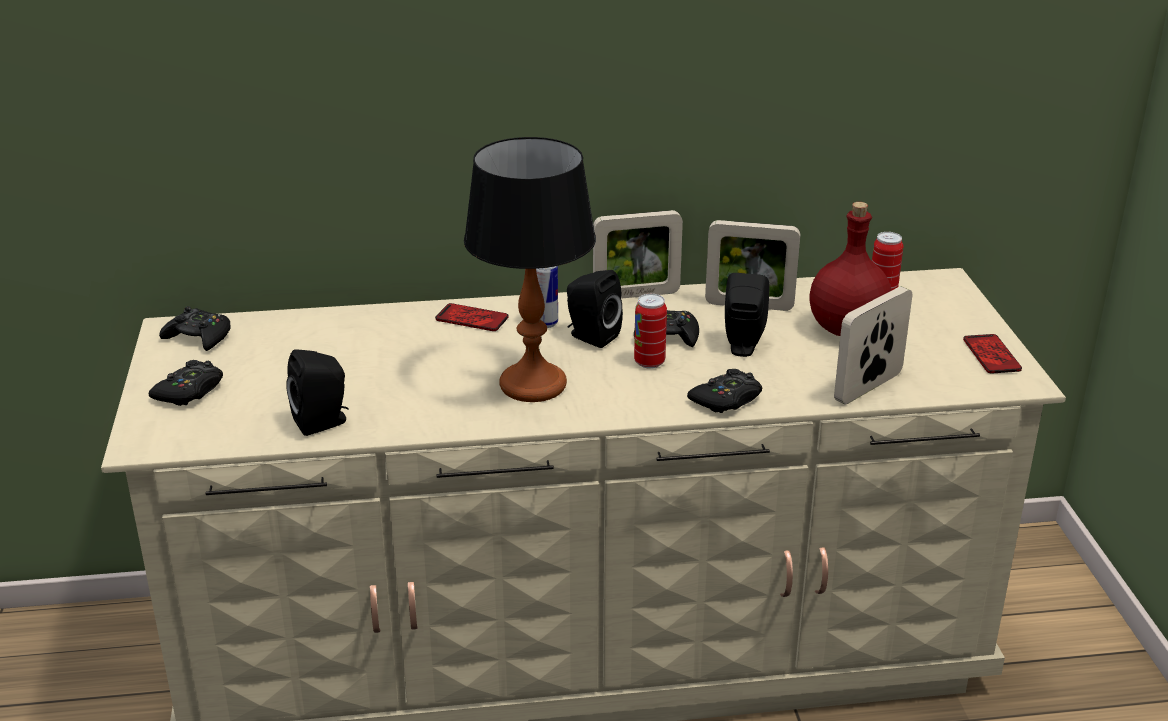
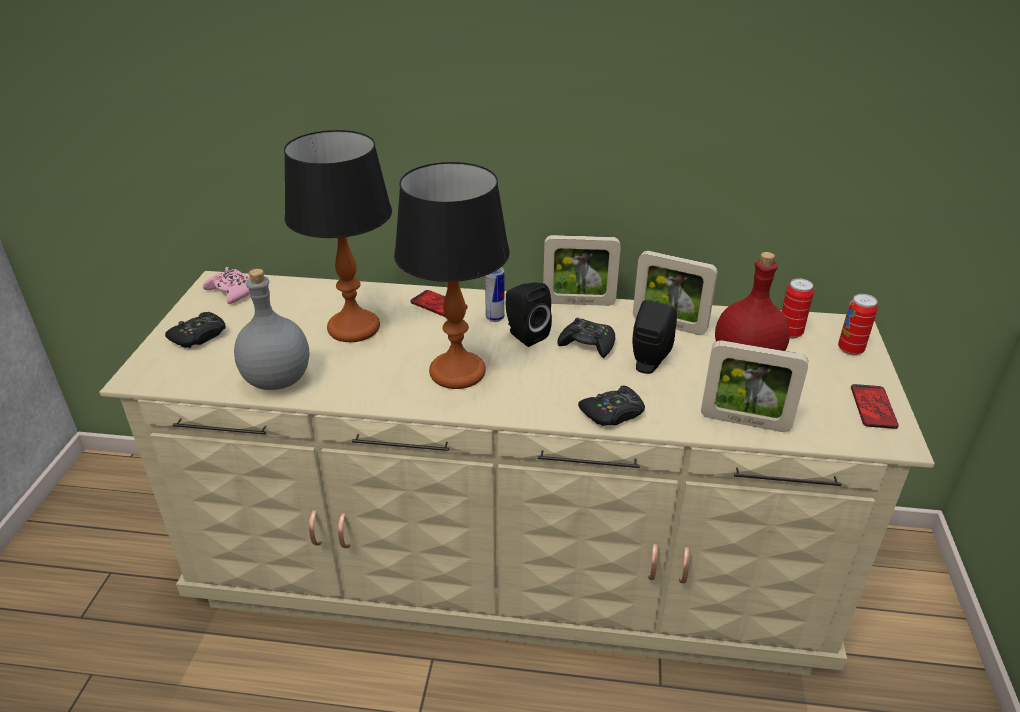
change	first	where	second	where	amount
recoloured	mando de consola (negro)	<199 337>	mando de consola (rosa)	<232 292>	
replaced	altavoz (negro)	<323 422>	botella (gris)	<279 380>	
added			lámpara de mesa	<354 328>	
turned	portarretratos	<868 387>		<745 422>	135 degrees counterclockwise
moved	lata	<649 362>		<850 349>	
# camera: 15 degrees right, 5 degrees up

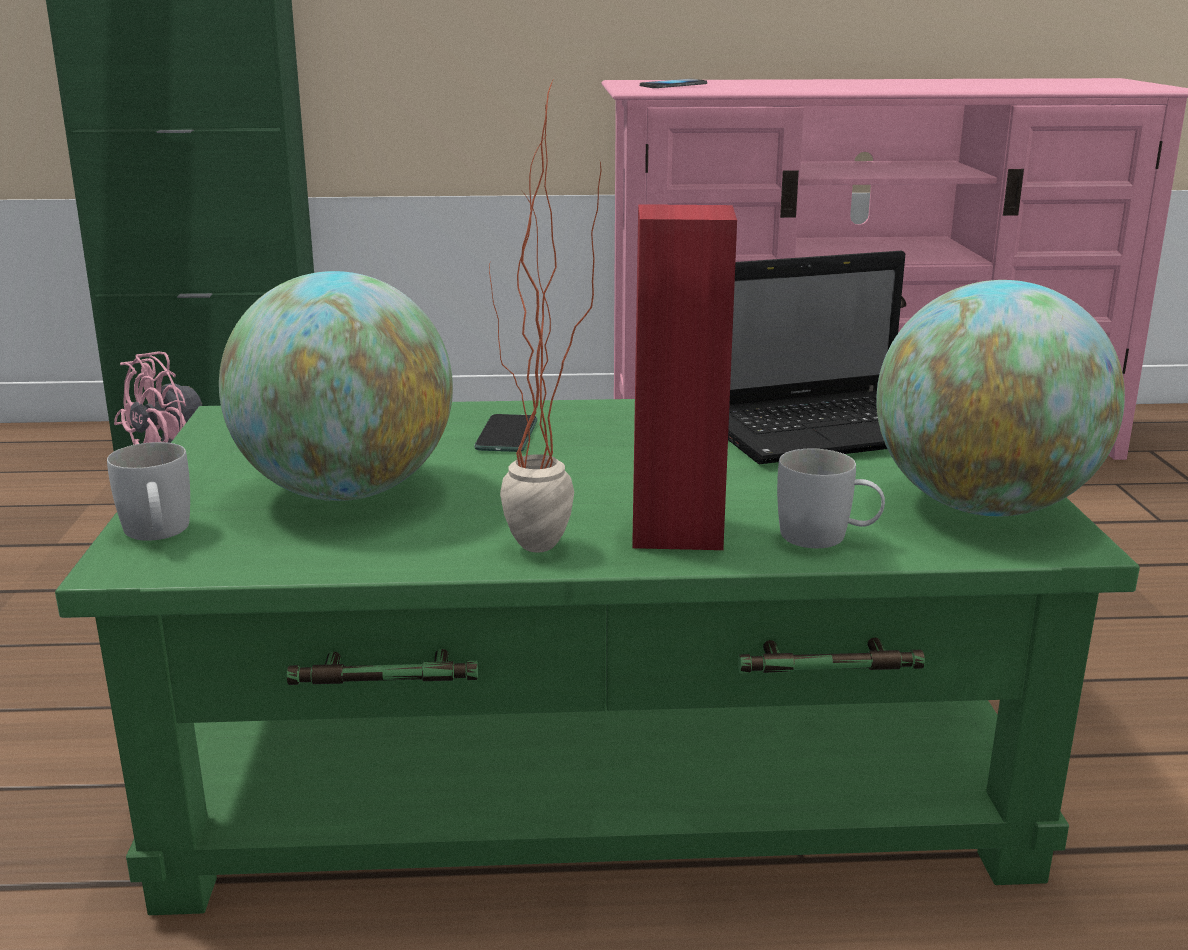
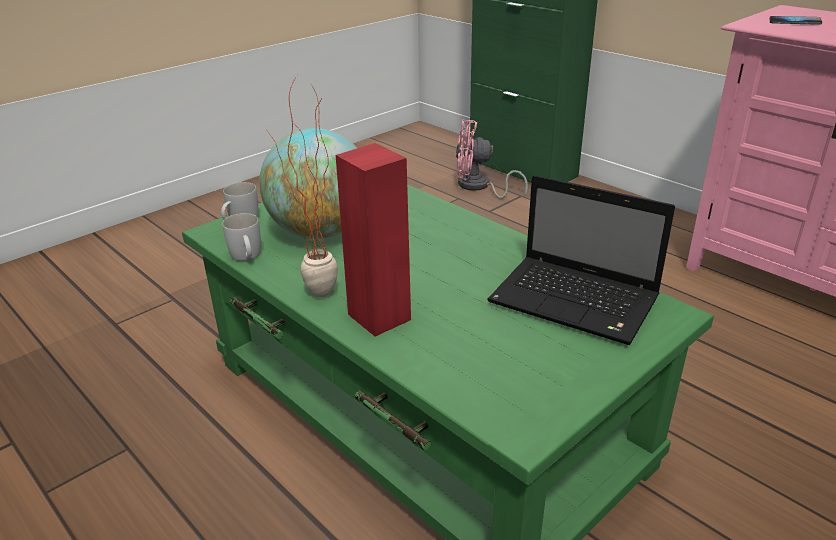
change	first	where	second	where	amount
moved	taza grande (blanco)	<827 538>		<247 257>	
removed	móvil	<506 435>			
removed	globo terráqueo	<984 507>			
# camera: 50 degrees right, 10 degrees up

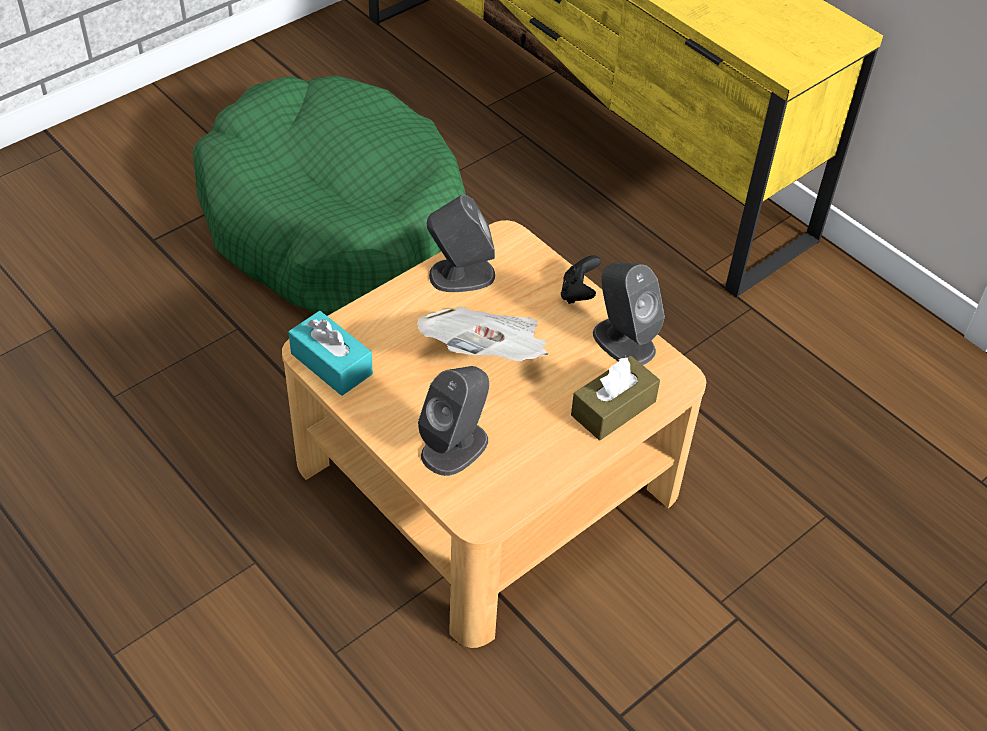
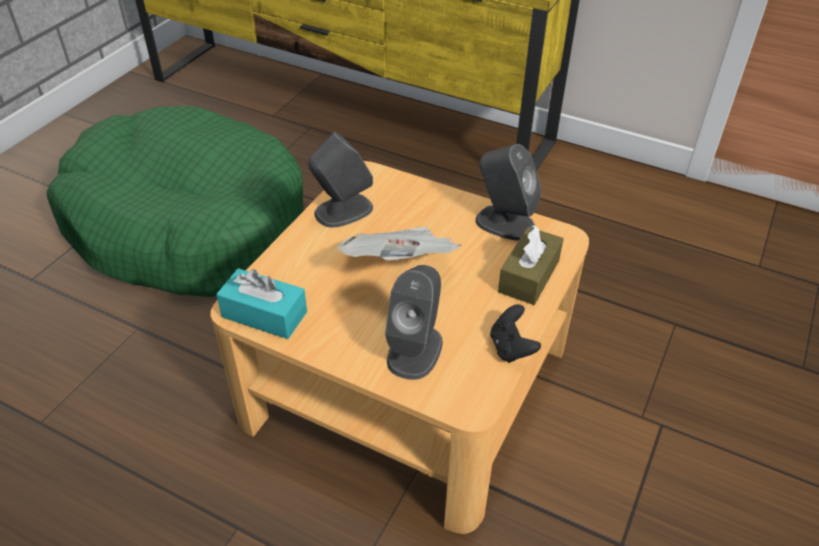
change	first	where	second	where	amount
moved	mando de consola (negro)	<578 293>		<511 347>	
# camera: 20 degrees left, 5 degrees down

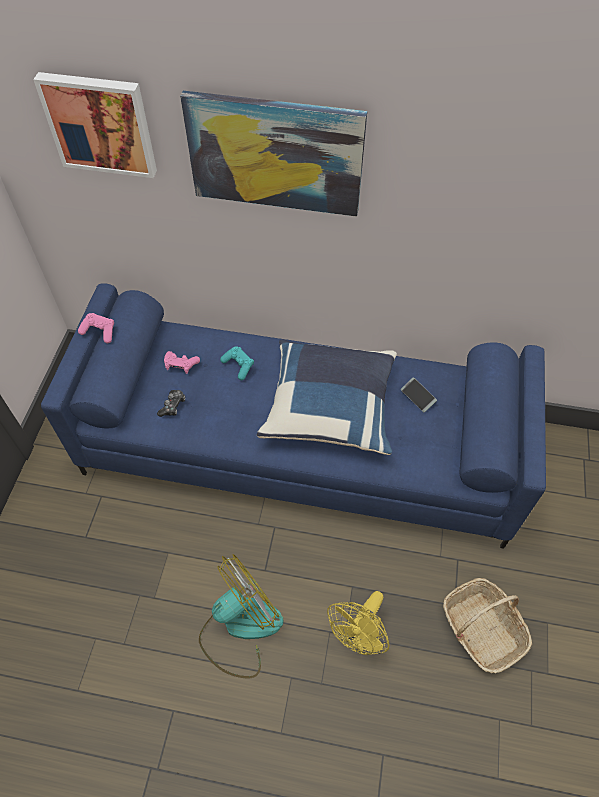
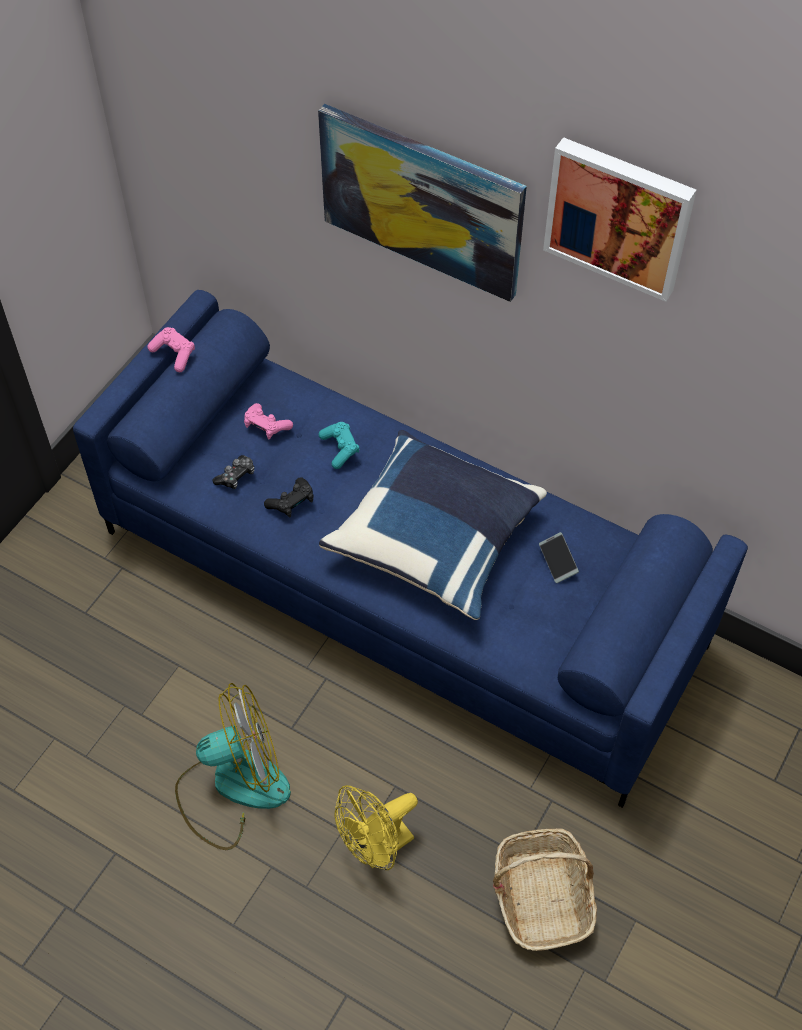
change	first	where	second	where	amount
added			mando de consola (negro)	<292 503>	
moved	cuadro	<100 123>		<619 216>	
# camera: 20 degrees right, 0 degrees up

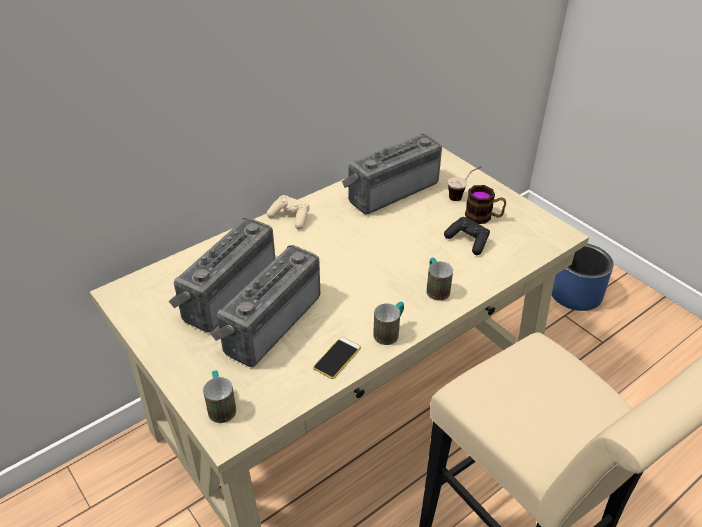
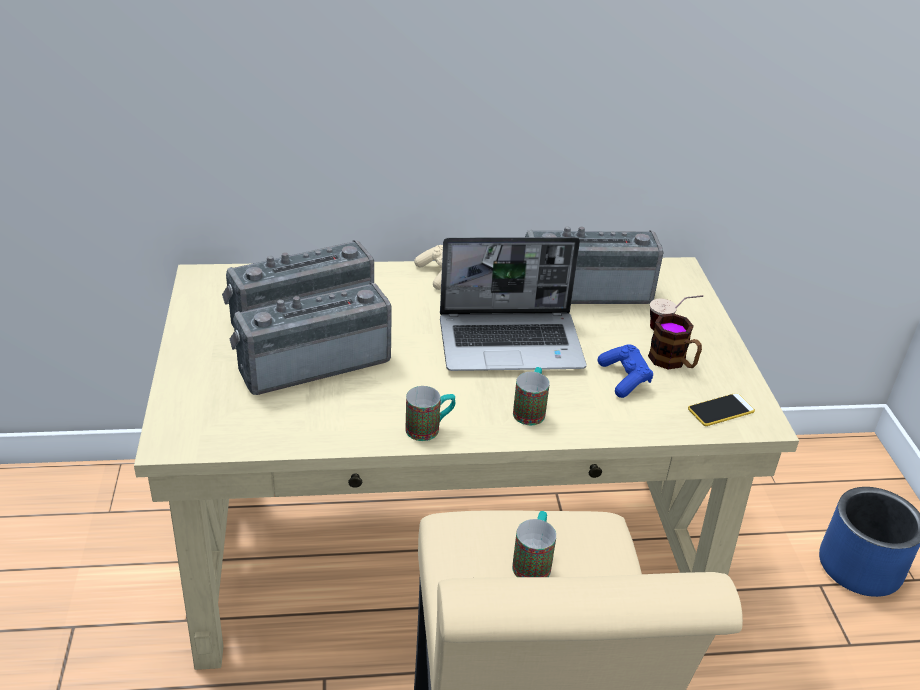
change	first	where	second	where	amount
added			portátil	<512 343>	
moved	taza grande	<221 406>		<533 561>	
recoloured	mando de consola (negro)	<468 241>	mando de consola (azul)	<624 379>	
moved	móvil	<337 358>		<720 410>	
# camera: 30 degrees right, 5 degrees down

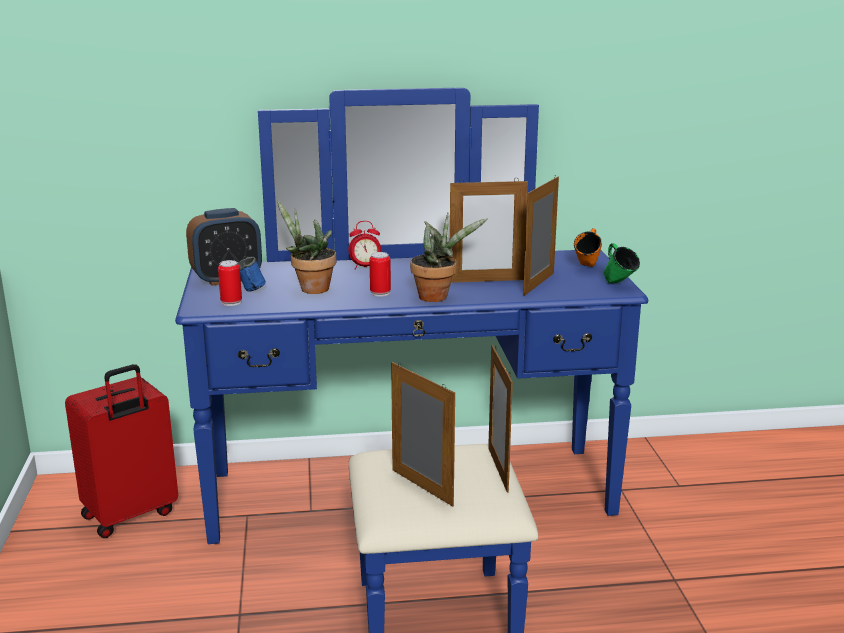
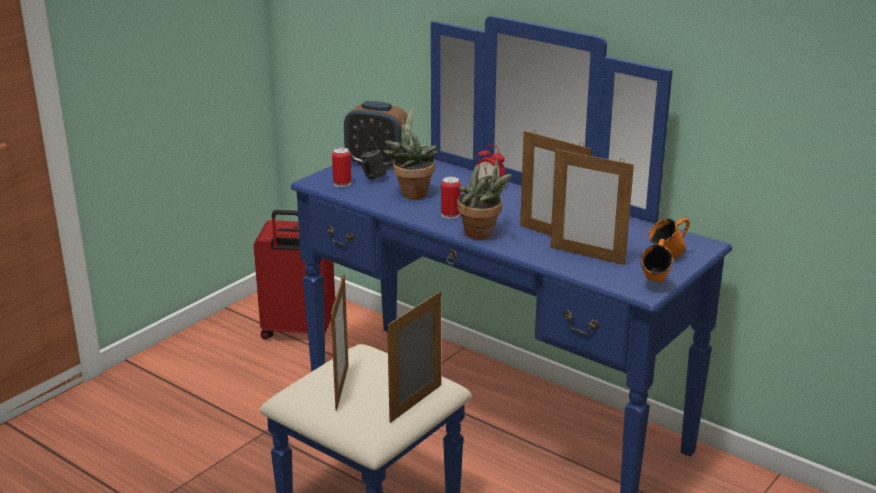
change	first	where	second	where	amount
recoloured	taza grande (azul)	<251 291>	taza grande (negro)	<372 179>	
turned	portarretratos	<539 284>		<587 255>	135 degrees counterclockwise
recoloured	taza grande (verde)	<618 284>	taza grande (naranja)	<655 284>	
# camera: 45 degrees right, 5 degrees up

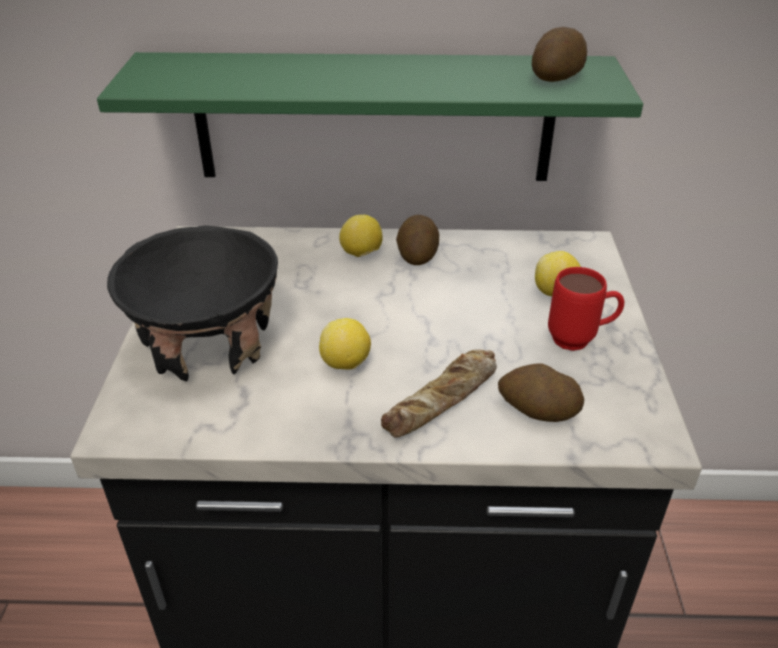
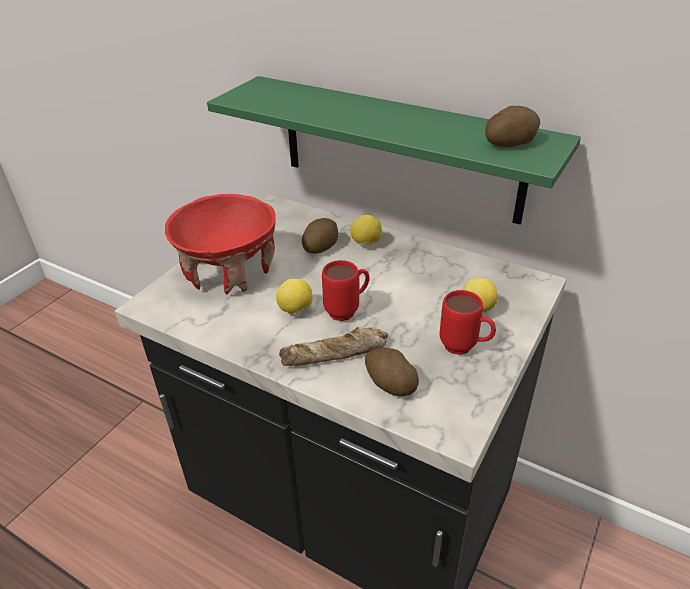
change	first	where	second	where	amount
recoloured	cuenco (negro)	<208 343>	cuenco (rojo)	<229 271>	
moved	patata	<417 255>		<320 247>	
added			taza grande (rojo)	<348 311>	
# camera: 30 degrees right, 0 degrees up

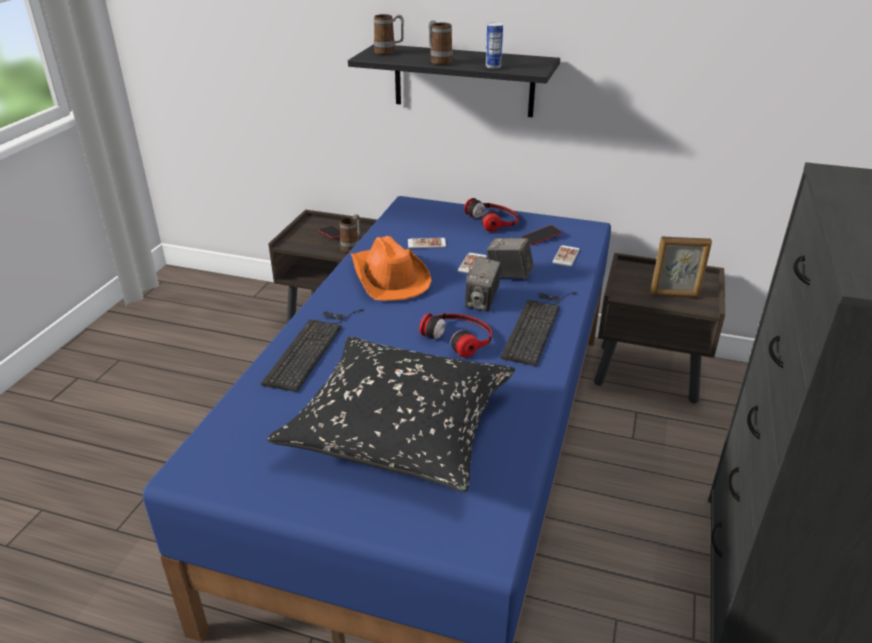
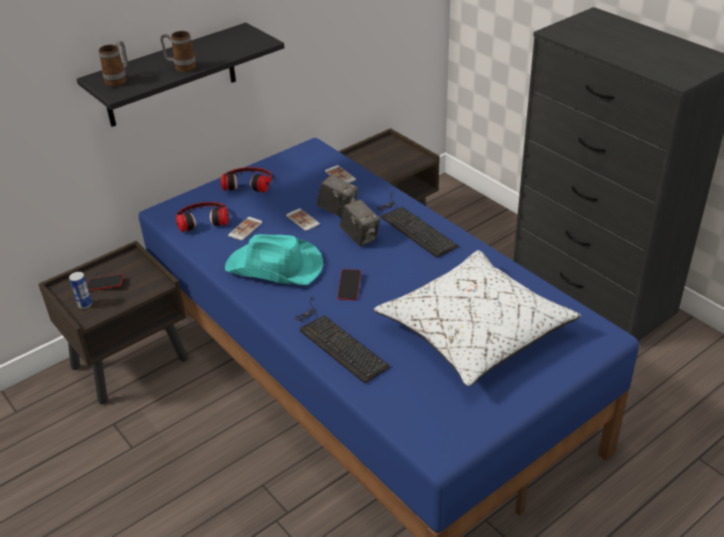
change	first	where	second	where	amount
moved	lata	<493 67>		<85 304>	
moved	auriculares	<460 337>		<202 219>	
recoloured	sombrero (naranja)	<388 277>	sombrero (turquesa)	<275 267>	
turned	cámara	<509 275>		<338 210>	120 degrees counterclockwise
moved	móvil	<541 238>		<349 287>	
recoloured	cojín (negro)	<400 428>	cojín (blanco)	<473 331>	
removed	taza grande	<352 247>			
removed	portarretratos	<674 295>			
# camera: 55 degrees left, 5 degrees up

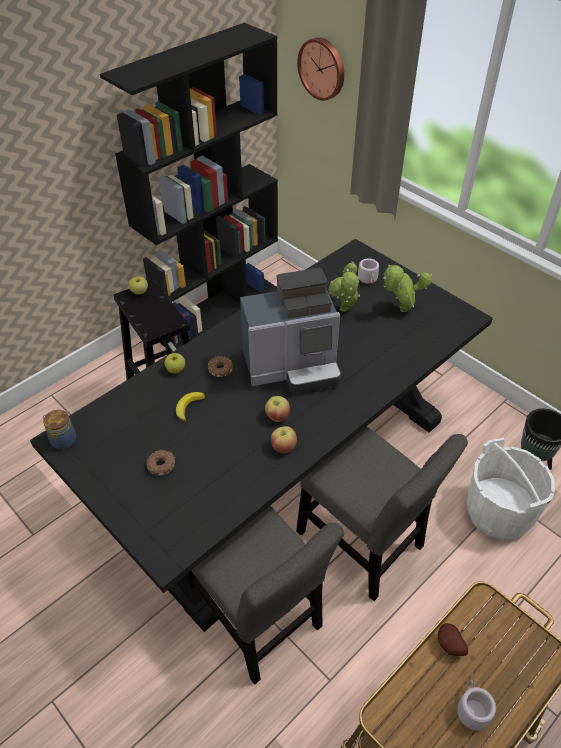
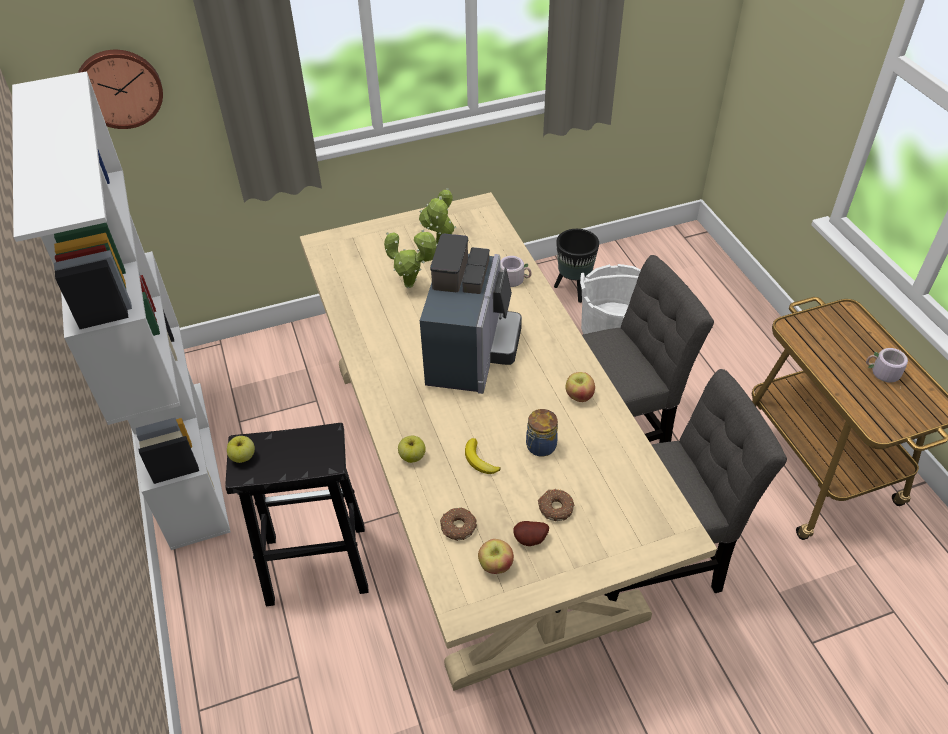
change	first	where	second	where	amount
recoloured	estantería (negro)	<216 310>	estantería (blanco)	<185 460>	
recoloured	mesa de comedor (negro)	<280 466>	mesa de comedor (beis)	<475 479>	
moved	rosquilla	<220 369>		<457 527>	
moved	manzana	<277 416>		<495 565>	
moved	taza grande (gris)	<369 279>		<514 279>	
moved	patata	<449 646>		<531 540>	
moved	tarro	<63 440>		<540 447>	
# camera: 65 degrees left, 0 degrees up

